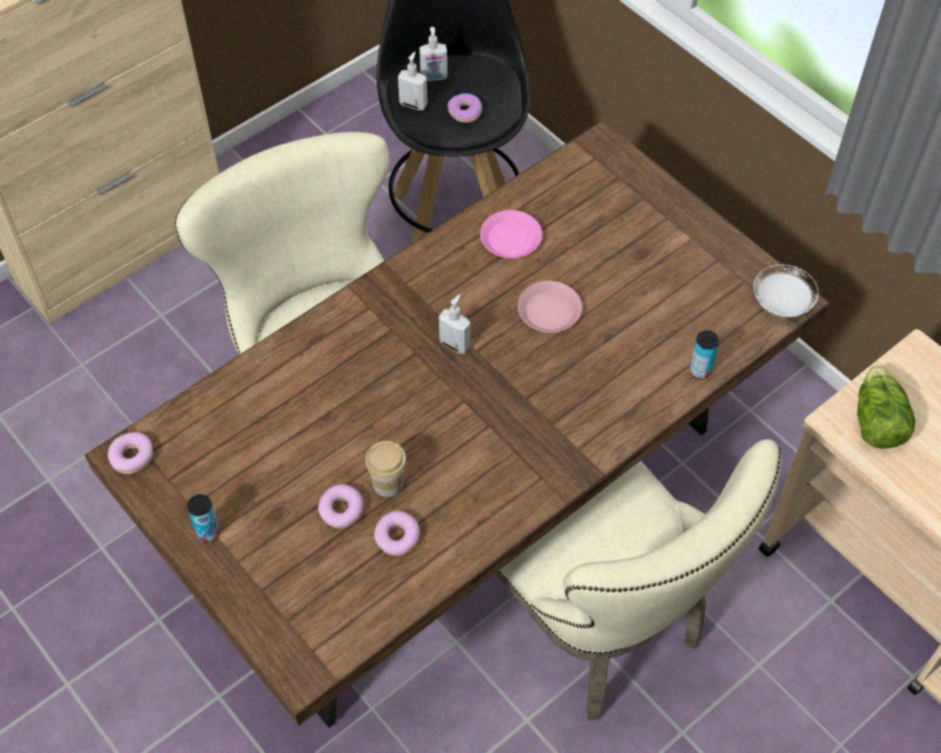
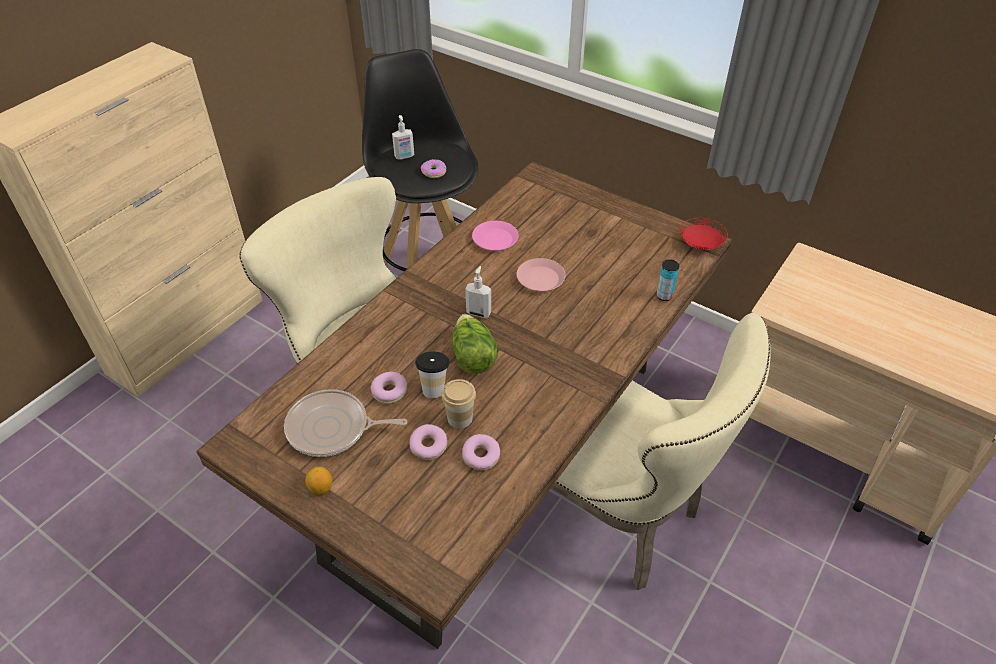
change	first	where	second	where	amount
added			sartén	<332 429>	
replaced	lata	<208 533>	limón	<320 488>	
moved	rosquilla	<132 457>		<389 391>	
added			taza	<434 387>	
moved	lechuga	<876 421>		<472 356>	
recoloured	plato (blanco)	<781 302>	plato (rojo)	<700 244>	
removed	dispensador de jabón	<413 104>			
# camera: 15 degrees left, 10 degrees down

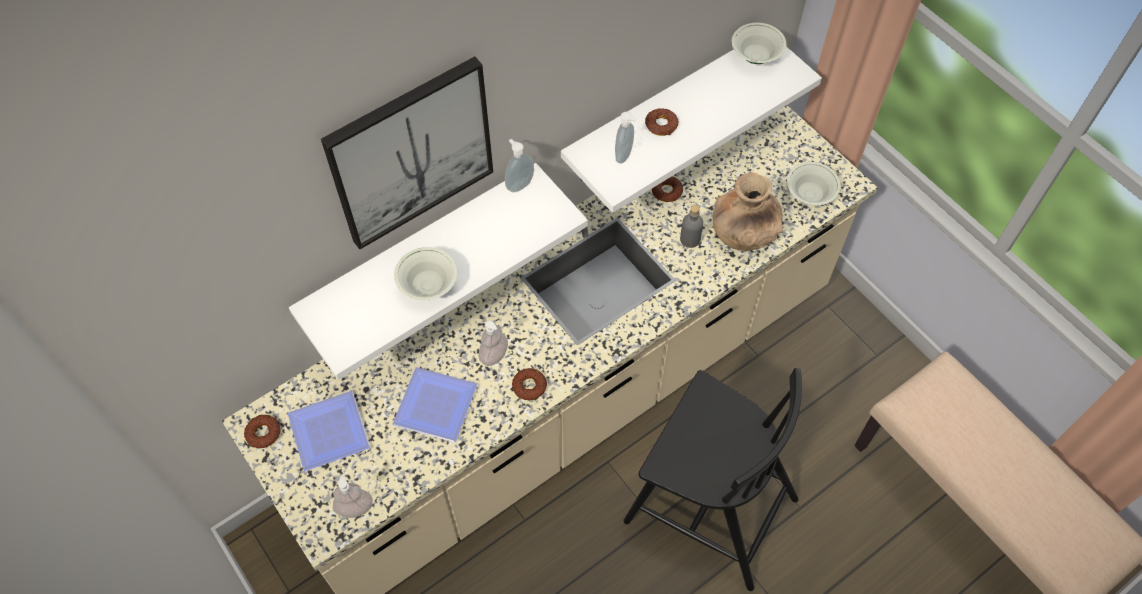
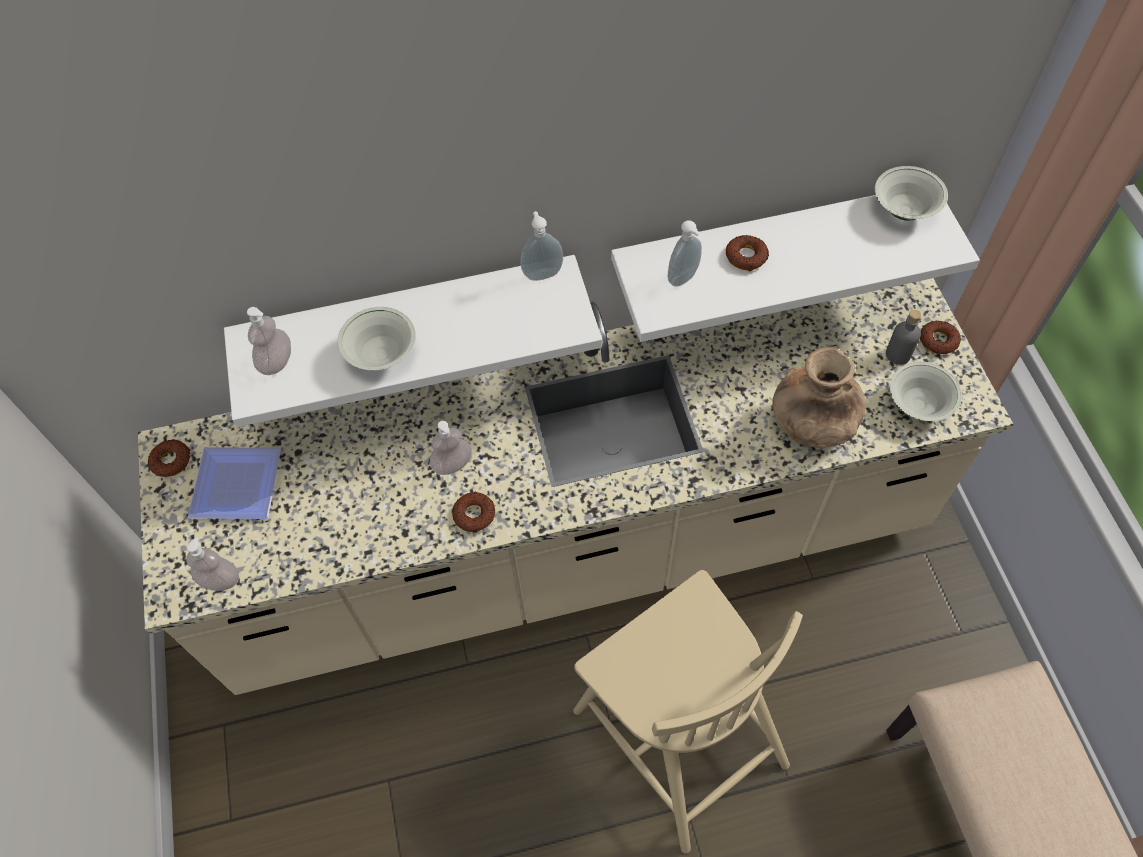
change	first	where	second	where	amount
added			dispensador de jabón	<276 362>	
recoloured	silla (negro)	<708 507>	silla (beis)	<677 733>	
moved	botella (gris)	<690 239>		<898 354>	
moved	rosquilla	<666 191>		<938 340>	
removed	cuadro	<411 153>			
removed	plato	<439 404>			
# camera: 25 degrees right, 0 degrees up

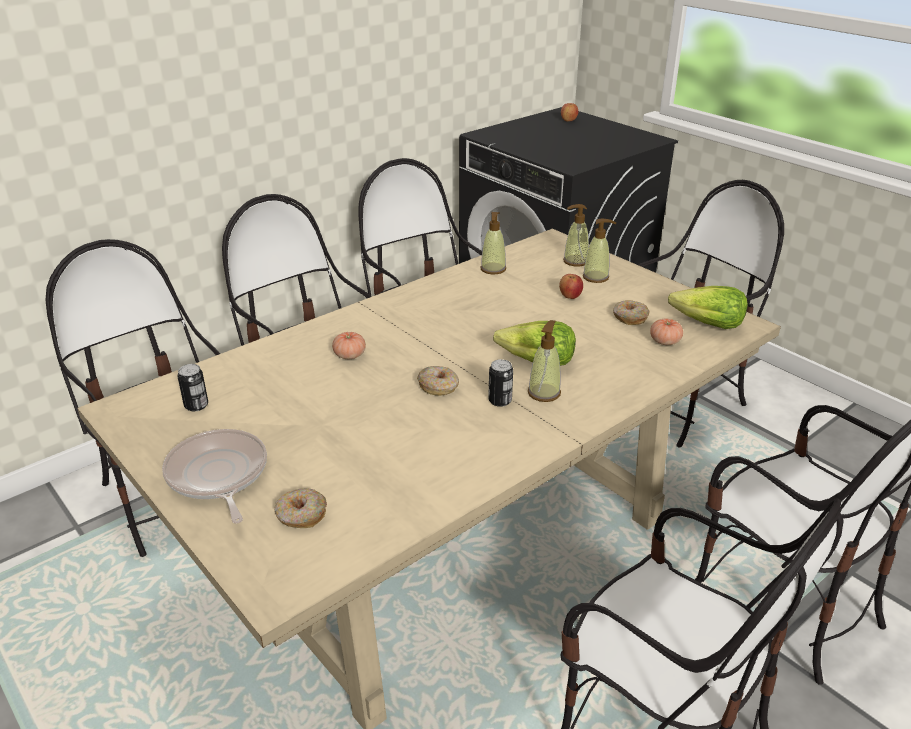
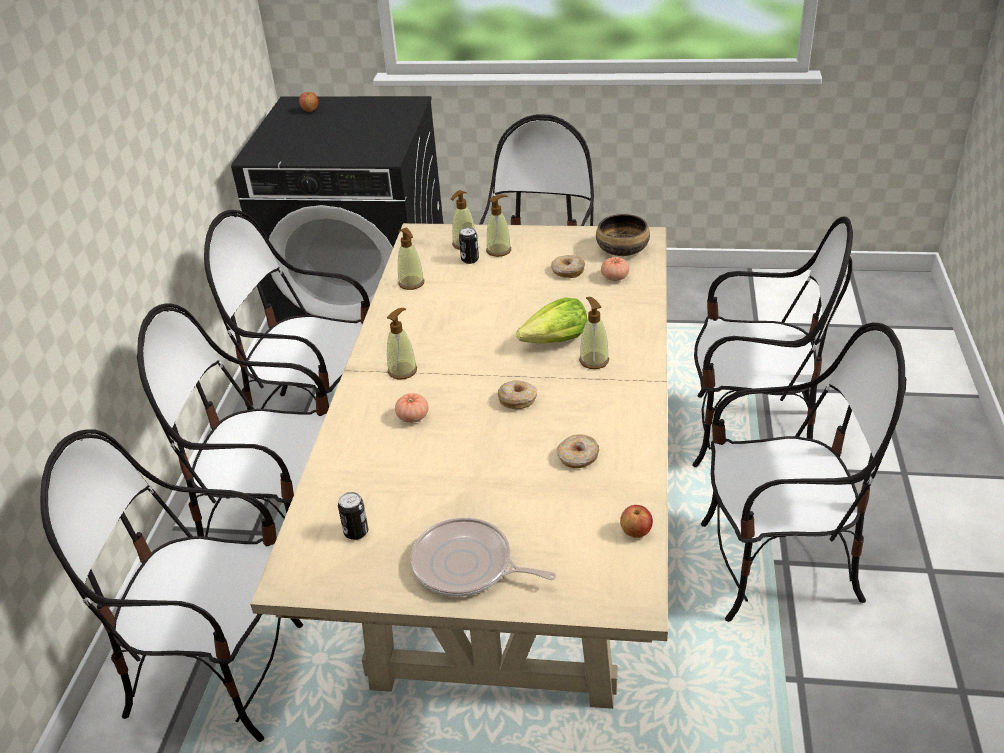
change	first	where	second	where	amount
added			dispensador de jabón	<402 371>	
moved	lata	<500 401>		<470 259>	
moved	rosquilla	<301 515>		<578 457>	
replaced	lechuga	<707 324>	cuenco	<623 249>	
moved	manzana	<570 296>		<636 532>	
# camera: 40 degrees left, 5 degrees up

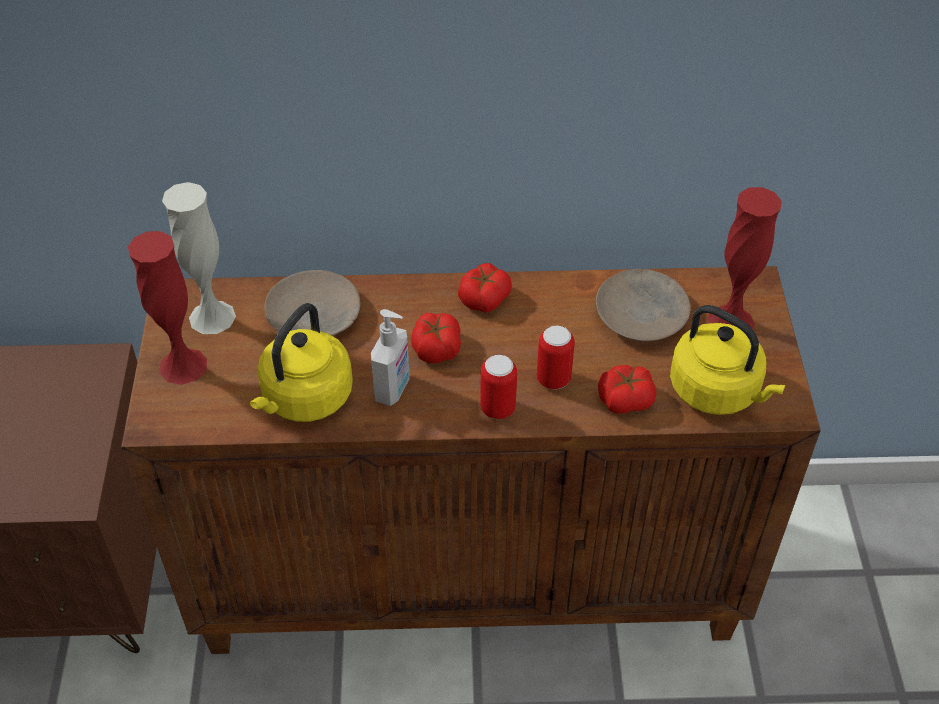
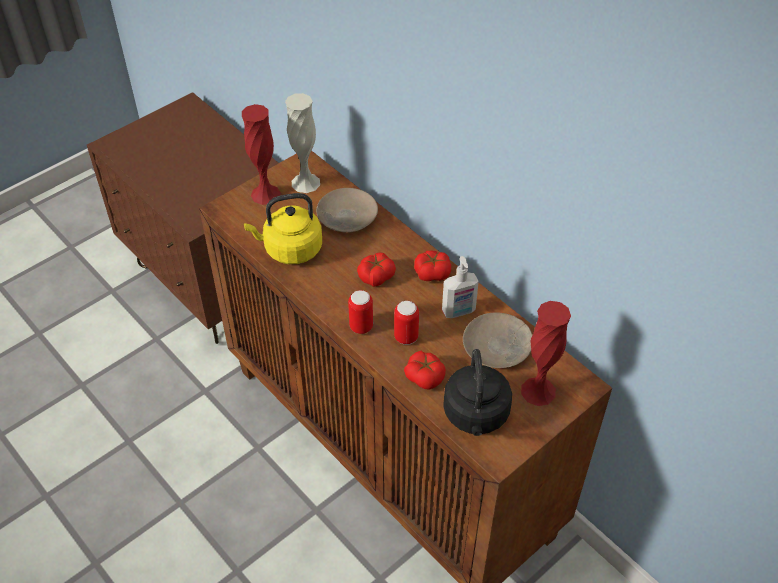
change	first	where	second	where	amount
moved	dispensador de jabón	<393 389>		<459 311>	
recoloured	hervidor (amarillo)	<718 391>	hervidor (negro)	<476 416>	
# camera: 50 degrees right, 0 degrees up

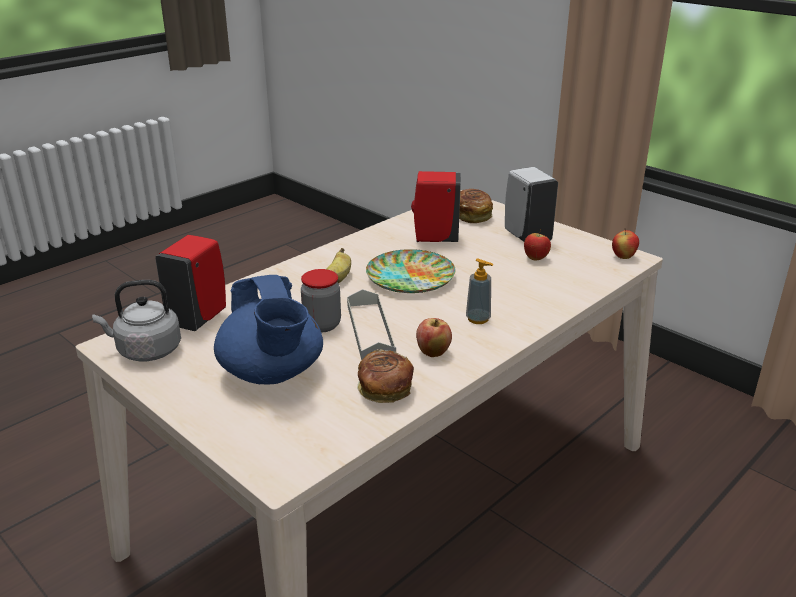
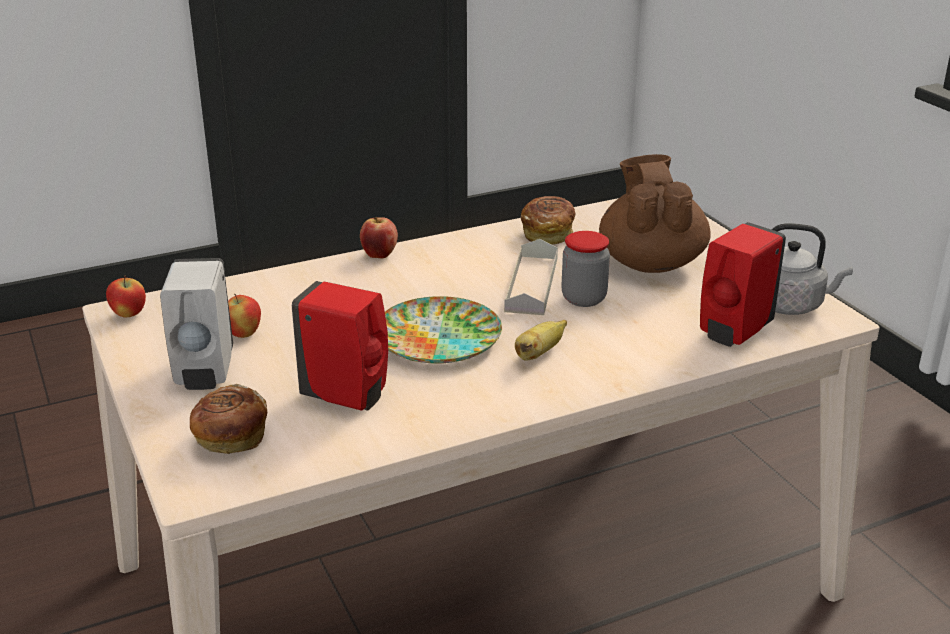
change	first	where	second	where	amount
moved	manzana	<433 353>		<379 255>	
recoloured	tetera (azul)	<272 373>	tetera (marrón)	<650 263>	
removed	dispensador de jabón	<478 319>			
# camera: 160 degrees left, 0 degrees up

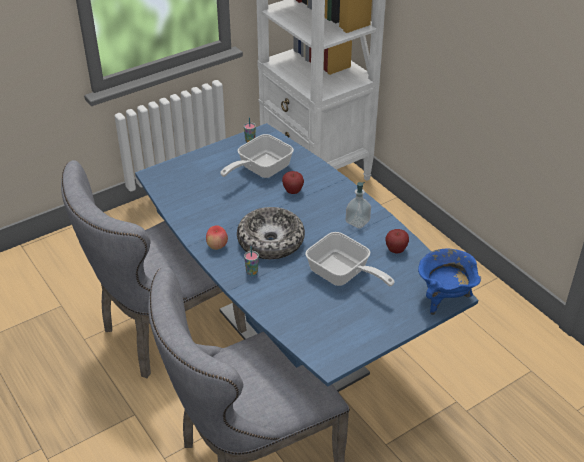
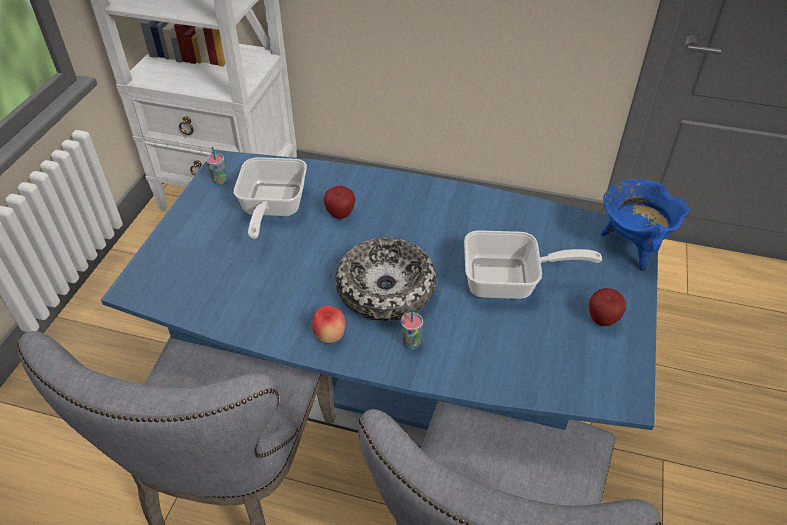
change	first	where	second	where	amount
moved	manzana	<396 250>		<602 320>	
removed	dispensador de jabón	<357 222>			
# camera: 40 degrees left, 5 degrees up

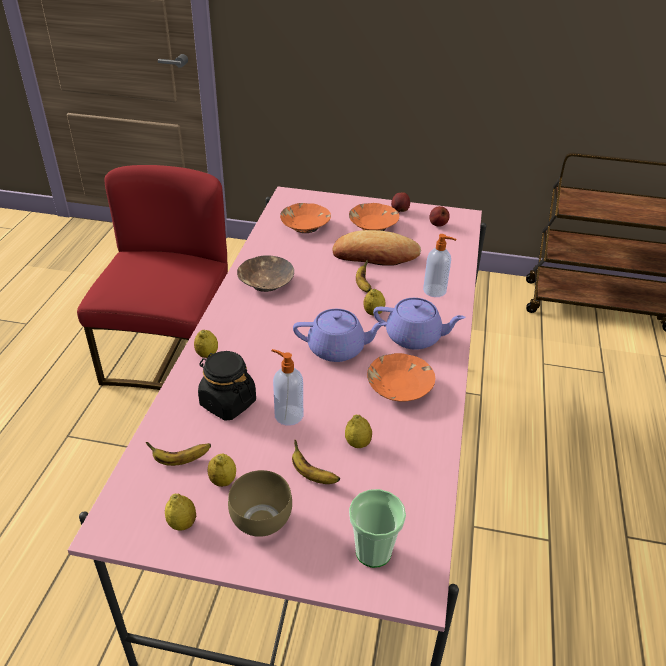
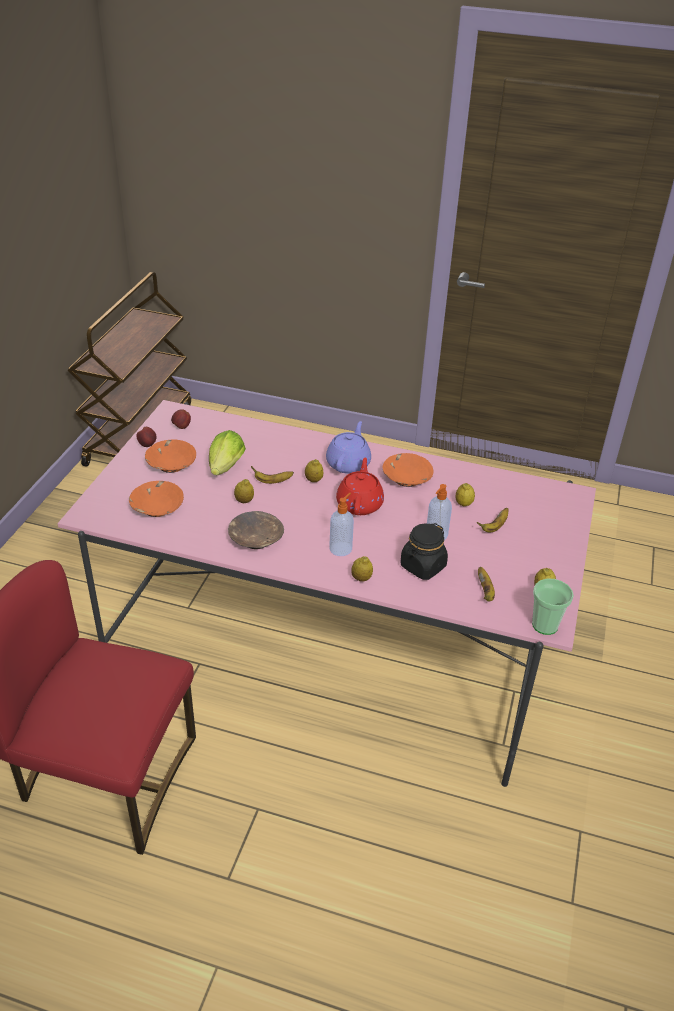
change	first	where	second	where	amount
replaced	pan	<375 255>	lechuga	<224 469>	
moved	limón	<223 481>		<244 501>	
moved	dispensador de jabón	<435 291>		<341 548>	
recoloured	tetera (morado)	<337 349>	tetera (rojo)	<359 503>	
moved	taza	<373 551>		<545 625>	
removed	cuenco (marrón)	<263 522>			
# camera: 85 degrees left, 0 degrees up

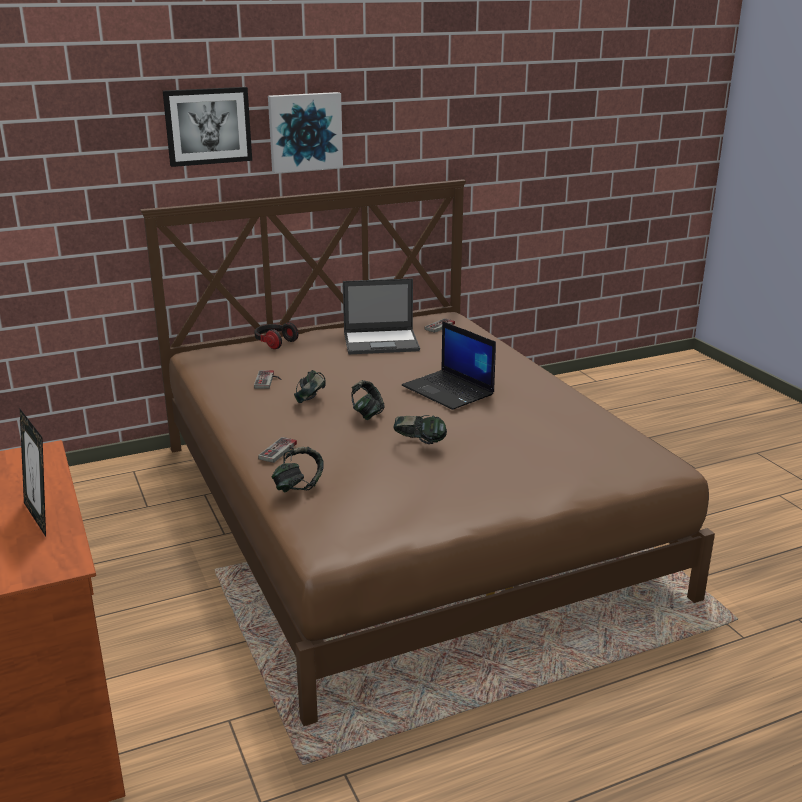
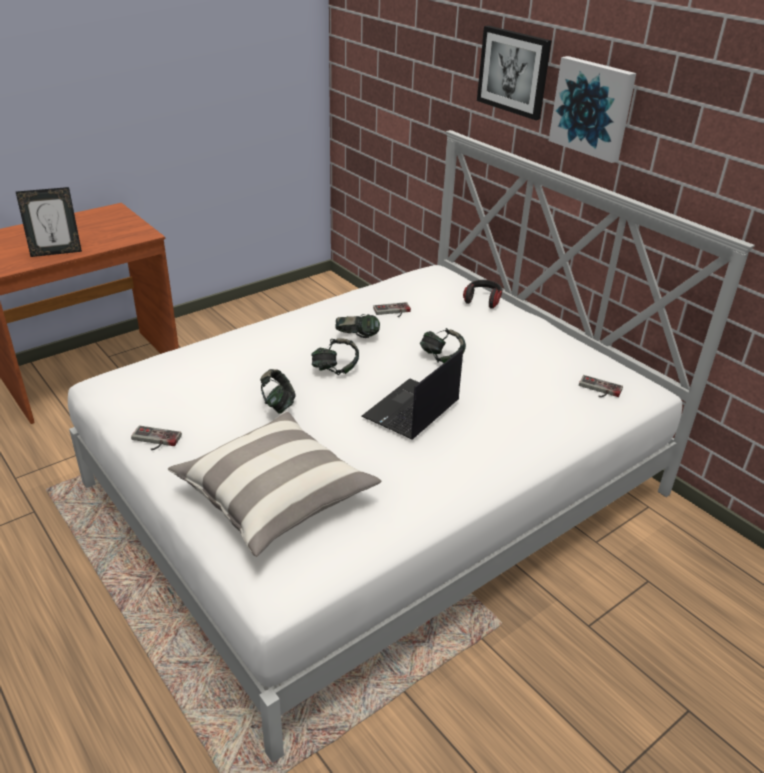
change	first	where	second	where	amount
turned	portarretratos	<41 517>		<56 252>	150 degrees counterclockwise
recoloured	cama (marrón)	<399 515>	cama (blanco)	<377 488>	
moved	mando de consola	<282 452>		<154 441>	
added			cojín	<274 497>	
moved	auriculares	<298 486>		<441 358>	
removed	portátil	<382 342>			
# camera: 75 degrees right, 10 degrees up

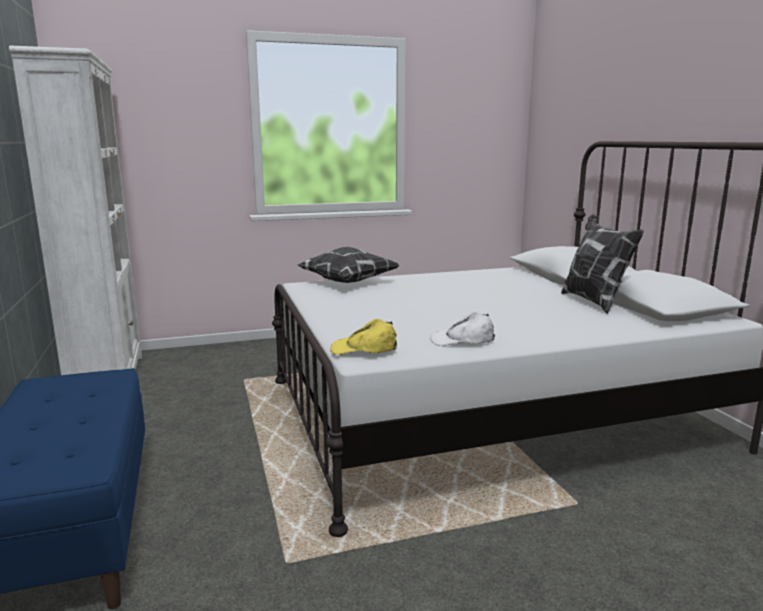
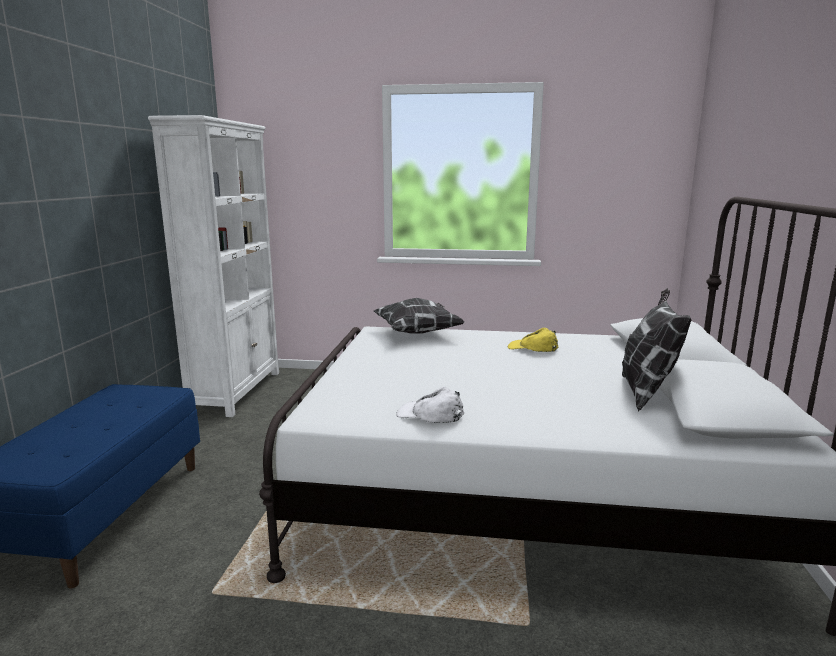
change	first	where	second	where	amount
moved	gorra (amarillo)	<364 348>		<532 348>	
# camera: 25 degrees right, 0 degrees up

